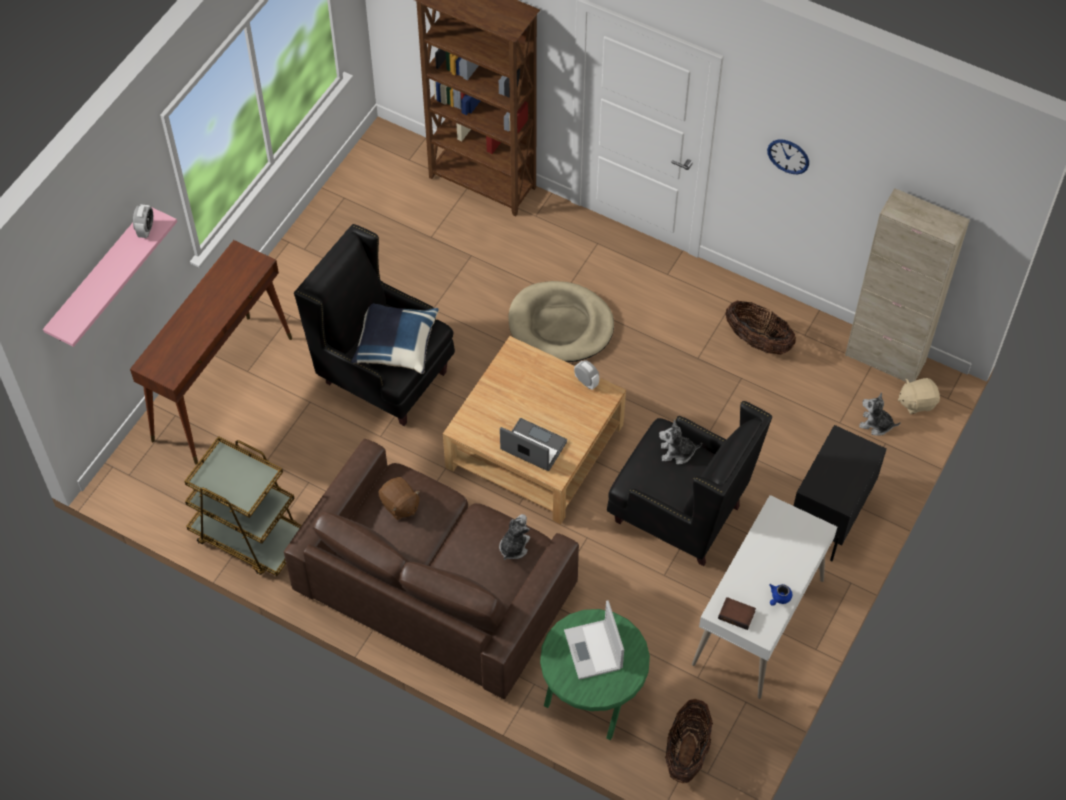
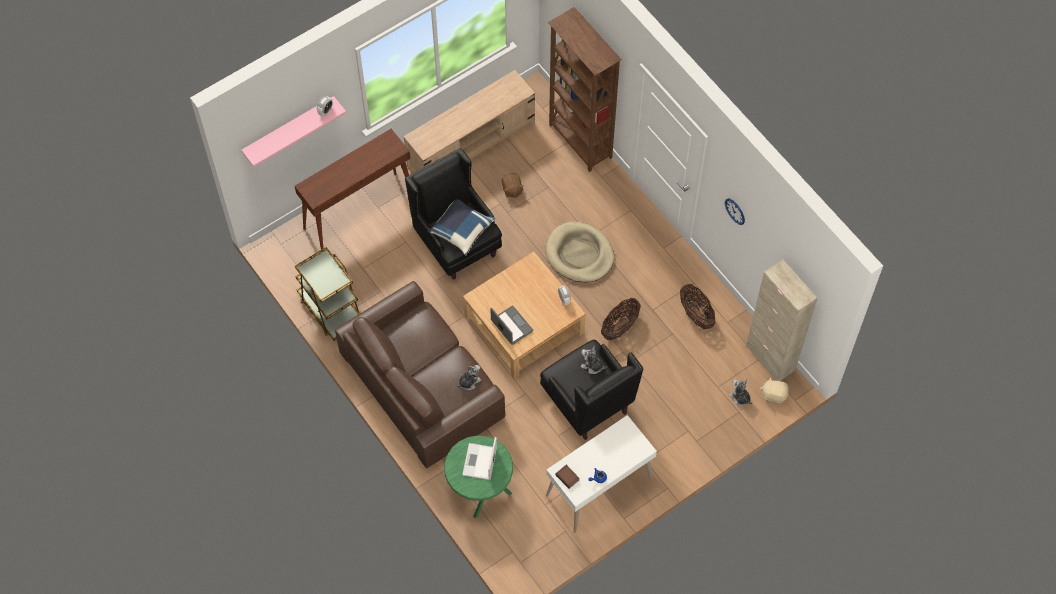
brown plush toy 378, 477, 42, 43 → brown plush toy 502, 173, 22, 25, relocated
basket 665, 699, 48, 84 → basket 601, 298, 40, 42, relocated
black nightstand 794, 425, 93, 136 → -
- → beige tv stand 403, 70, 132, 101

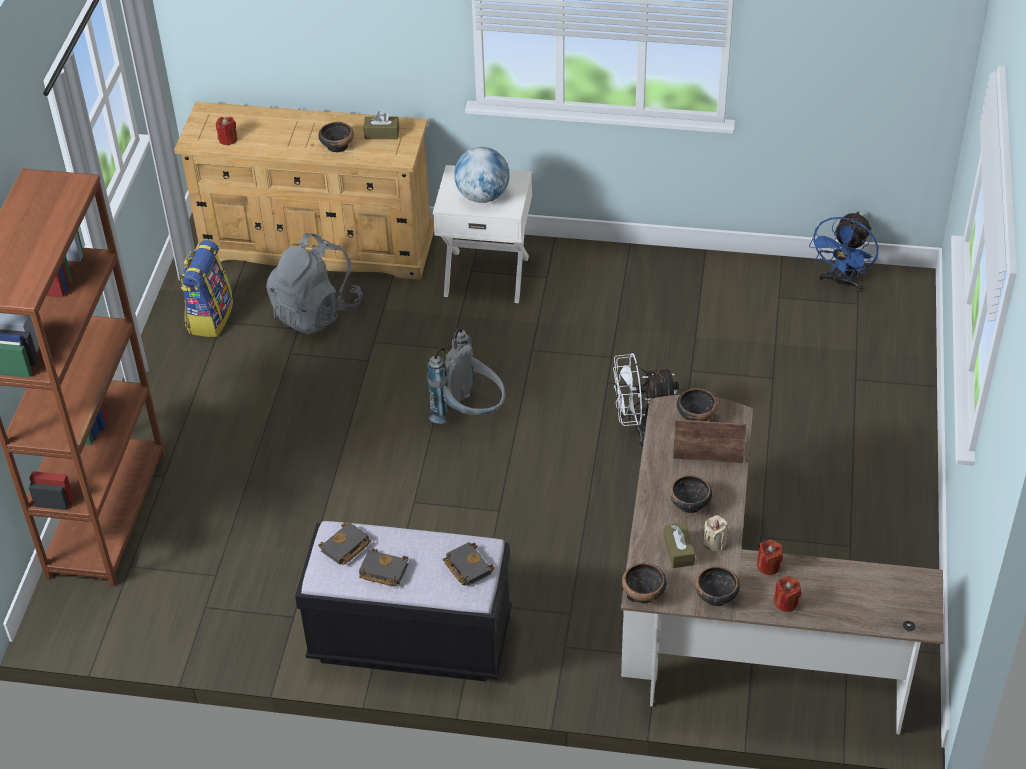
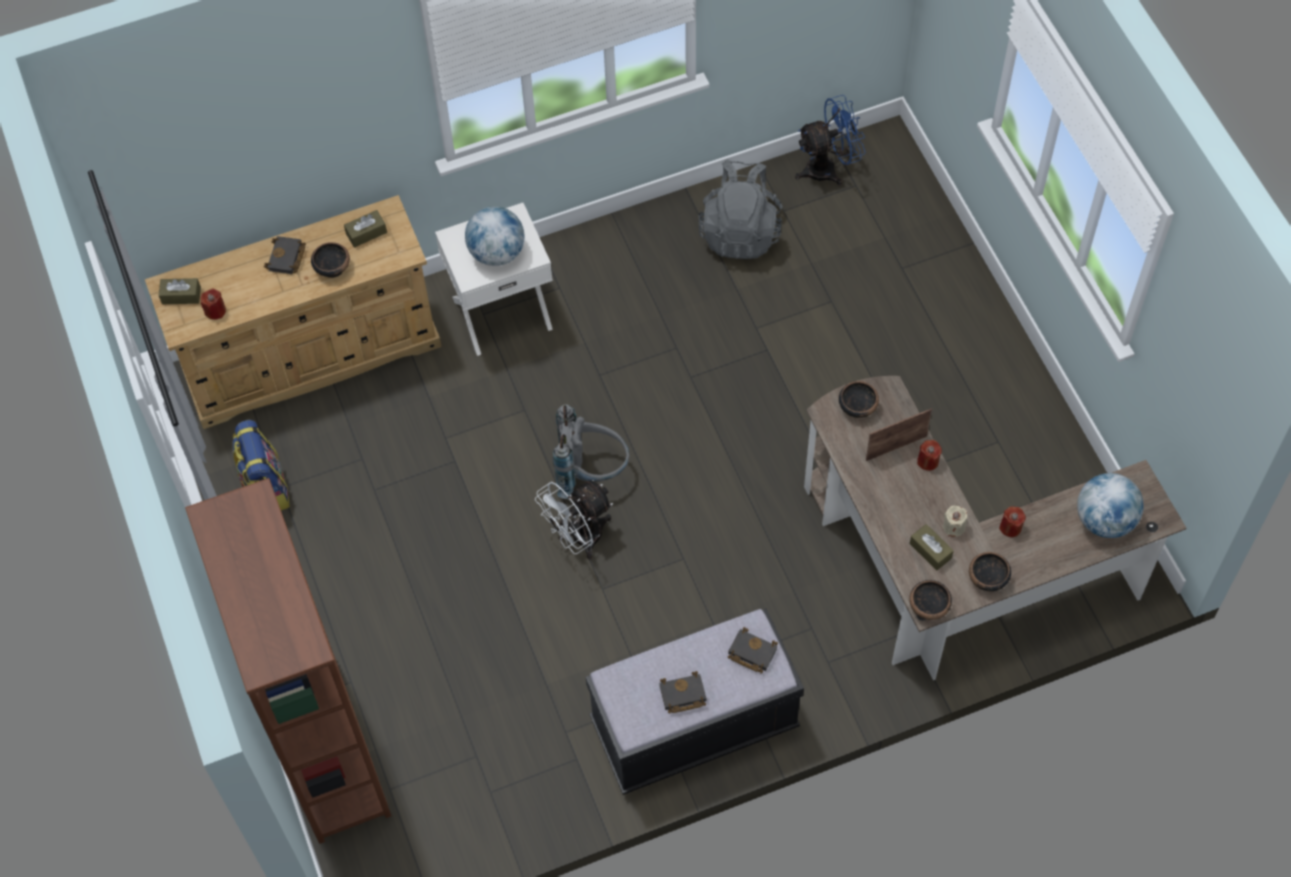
grey backpack 266, 233, 96, 102 → grey backpack 699, 159, 84, 100, relocated
black book 318, 522, 53, 43 → black book 264, 236, 42, 38, relocated
white fan 613, 353, 66, 96 → white fan 535, 480, 78, 79, relocated
bowl 669, 475, 43, 38 → -
red candle 774, 576, 28, 36 → red candle 917, 440, 25, 31, relocated
blue fan 809, 211, 69, 81 → blue fan 795, 95, 71, 90, 105 degrees counterclockwise
- → brown tissue box 159, 278, 42, 26
- → globe 1077, 473, 67, 65

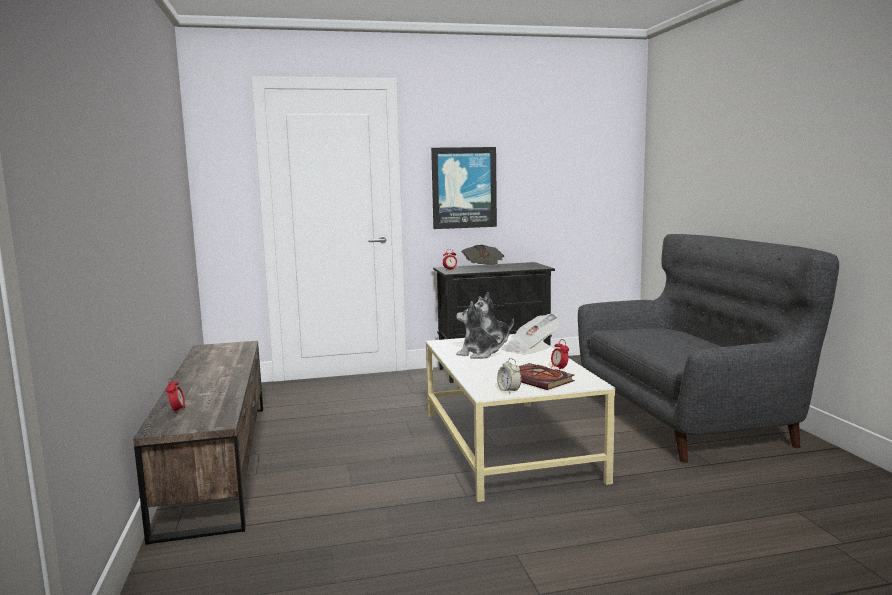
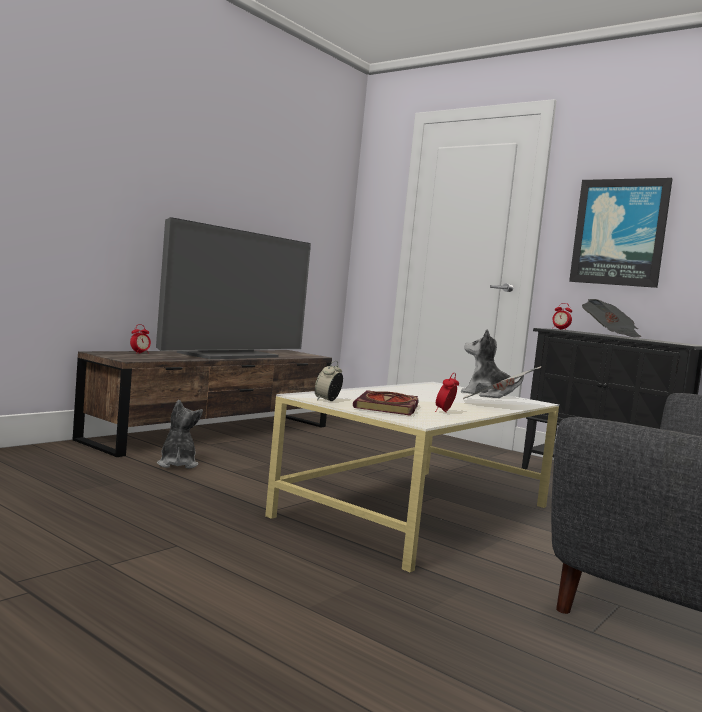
plush toy 456, 301, 49, 58 → plush toy 157, 400, 46, 69, relocated
- → television 156, 217, 155, 142

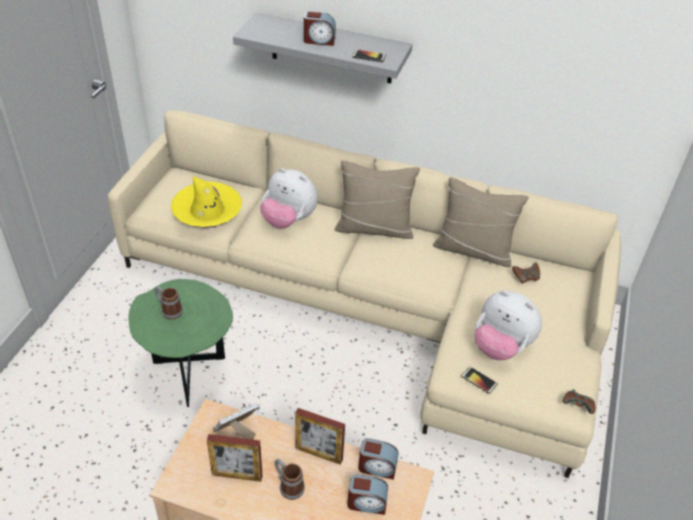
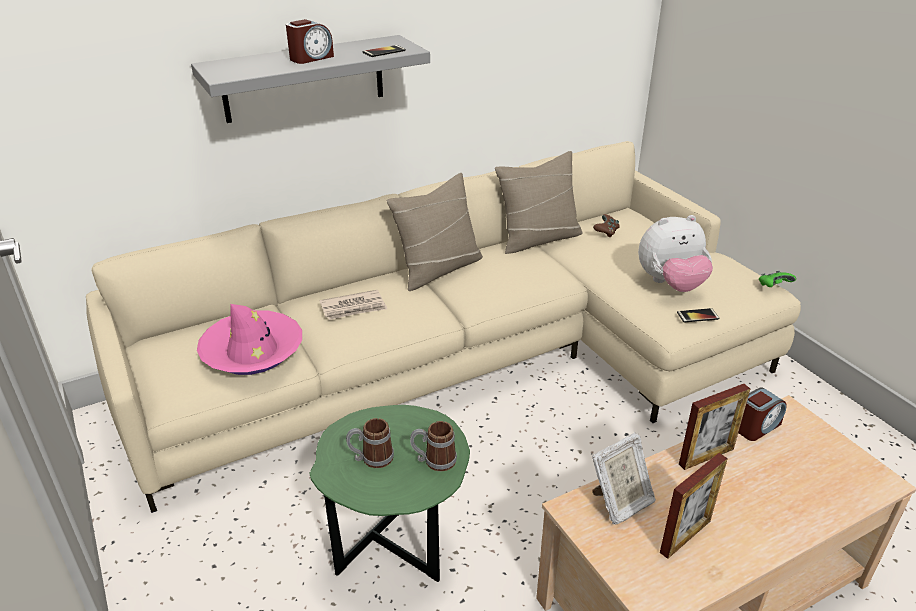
yellow hat 171, 176, 71, 52 → pink hat 197, 304, 105, 71
picture frame 213, 403, 47, 37 → picture frame 592, 433, 64, 91, 135 degrees counterclockwise
plush toy 260, 168, 58, 61 → newspaper 319, 290, 68, 30
mug 274, 459, 31, 41 → mug 410, 421, 47, 50, relocated
alarm clock 347, 474, 41, 41 → -
brown game controller 563, 389, 33, 25 → green game controller 759, 271, 37, 16

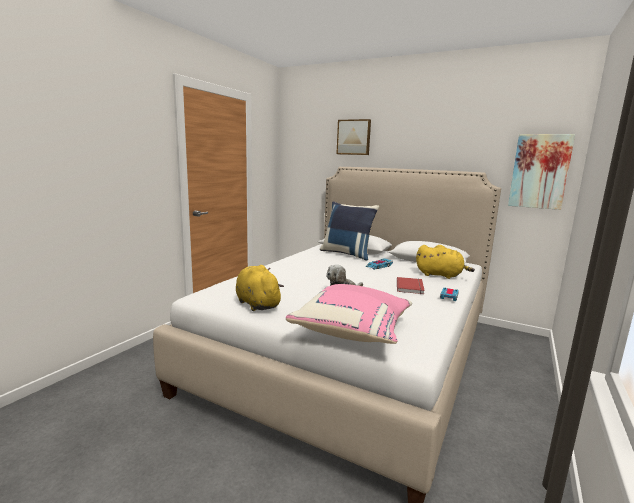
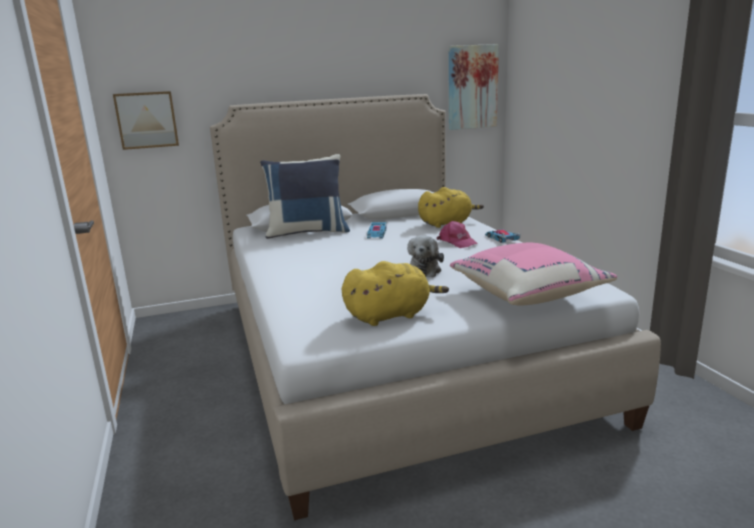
yellow plush toy 236, 265, 48, 46 → yellow plush toy 342, 261, 107, 65, 150 degrees clockwise
picture 337, 119, 34, 36 → picture 113, 91, 66, 59, relocated
red book 397, 277, 28, 17 → pink cap 437, 221, 41, 27

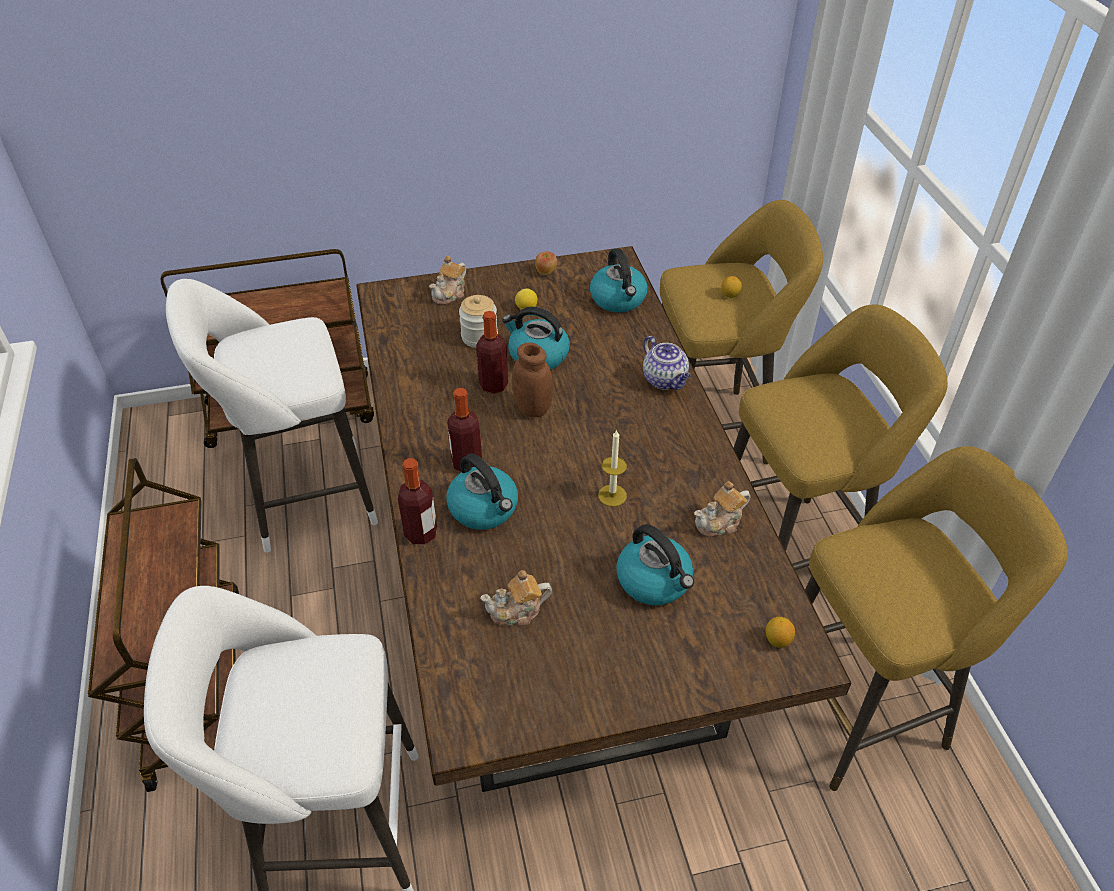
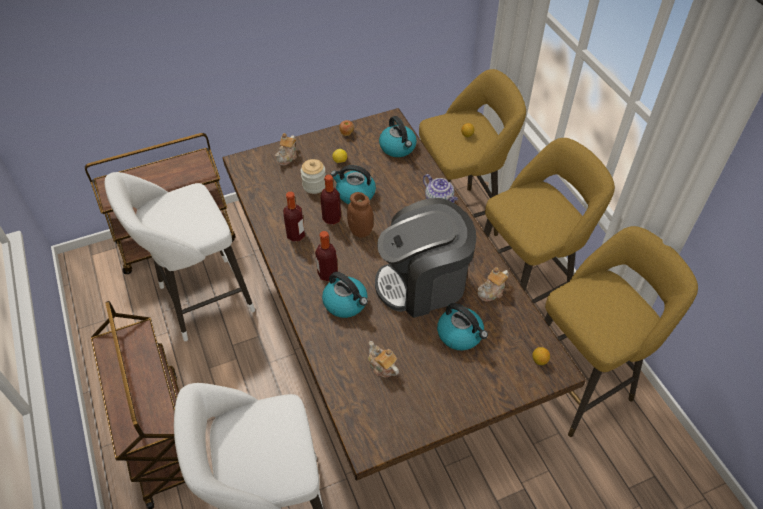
bottle 398, 458, 39, 87 → bottle 283, 192, 22, 50, relocated
teapot 480, 570, 72, 55 → teapot 368, 341, 31, 37, 75 degrees clockwise
candle 598, 429, 29, 78 → coffee machine 375, 198, 101, 120

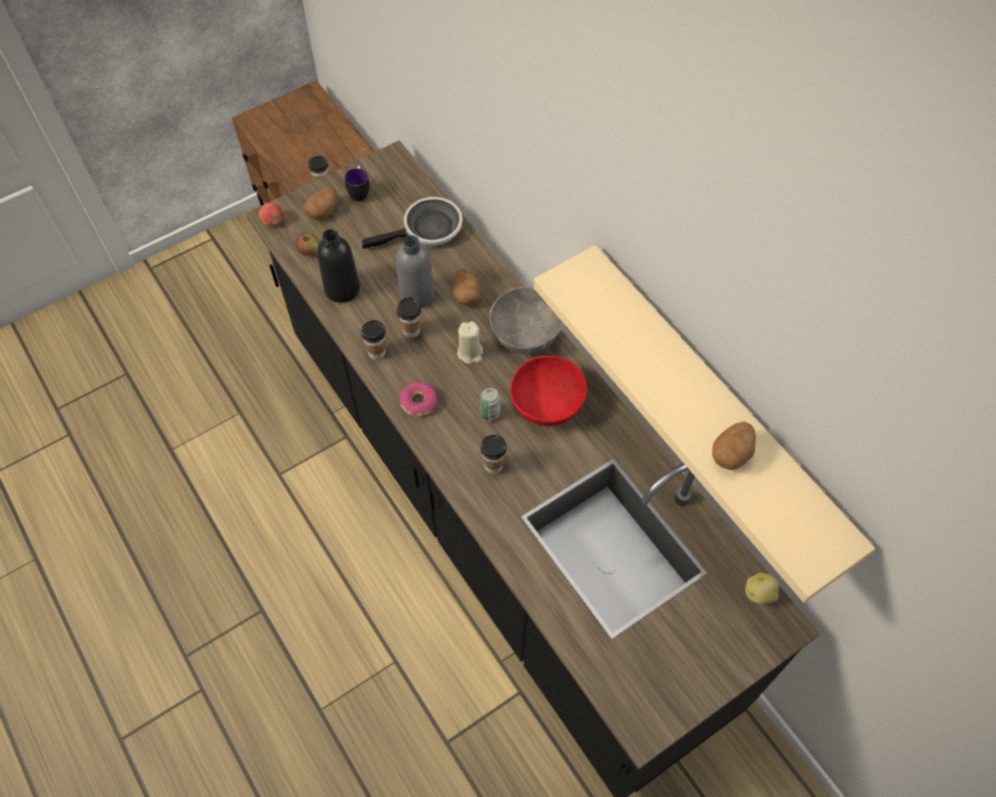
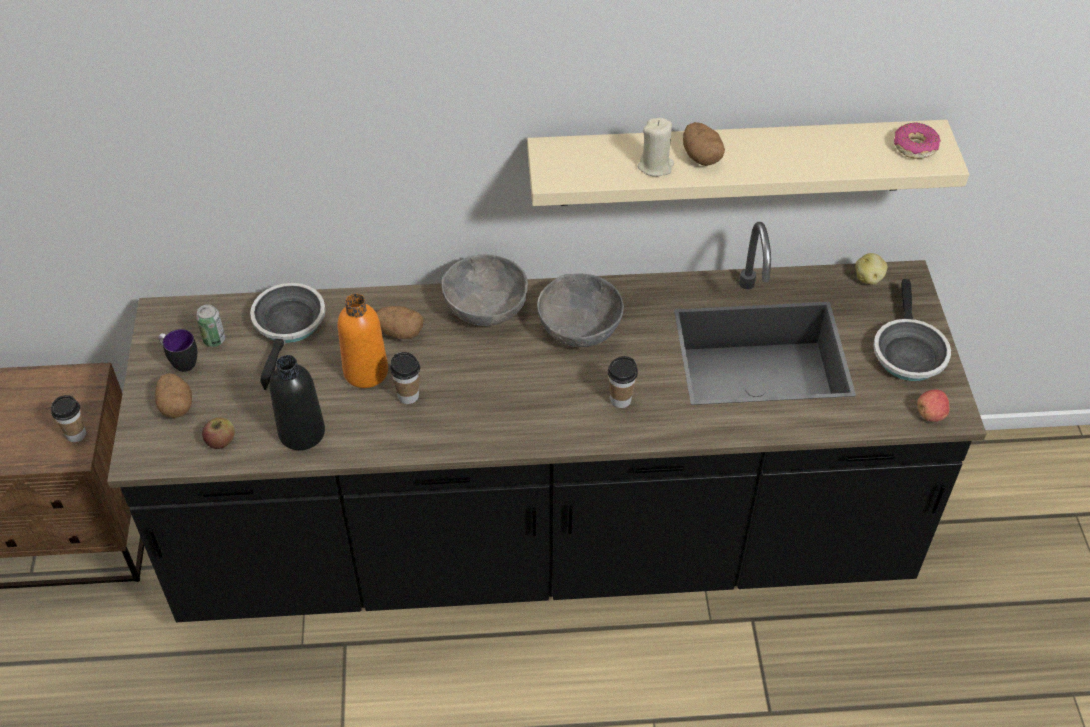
apple 259, 203, 25, 23 → apple 917, 390, 33, 32, relocated
cup 361, 320, 25, 40 → -
grey bottle 396, 235, 39, 73 → orange bottle 338, 294, 50, 94
donut 400, 382, 37, 34 → donut 894, 122, 47, 37, relocated
beige candle 457, 321, 26, 43 → beige candle 637, 118, 37, 59, relocated
can 480, 387, 20, 34 → can 196, 304, 29, 43, relocated
red bowl 510, 356, 77, 70 → grey bowl 537, 274, 87, 73
potato 712, 422, 44, 48 → potato 683, 122, 42, 44, relocated
- → frying pan 873, 279, 78, 102

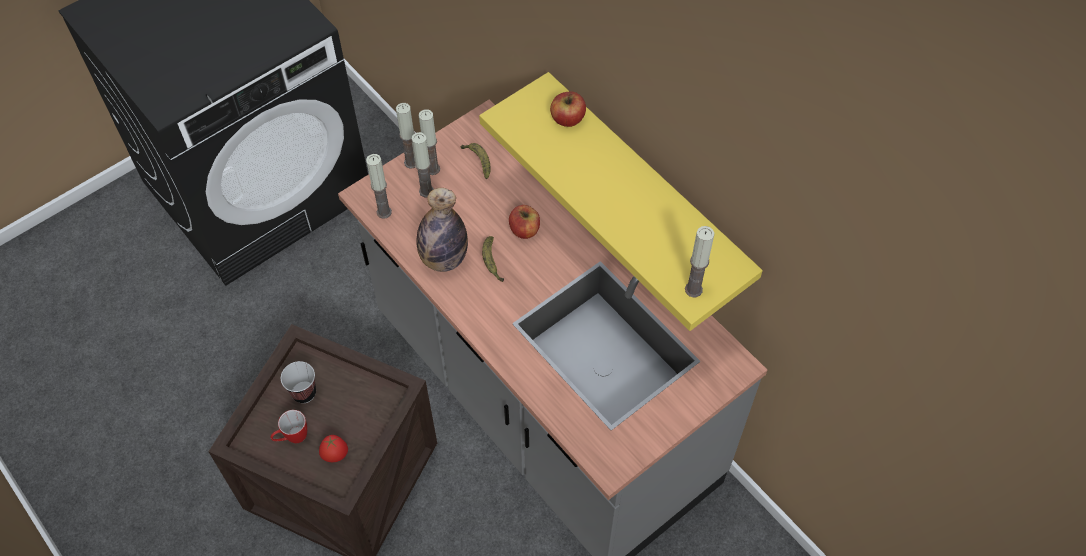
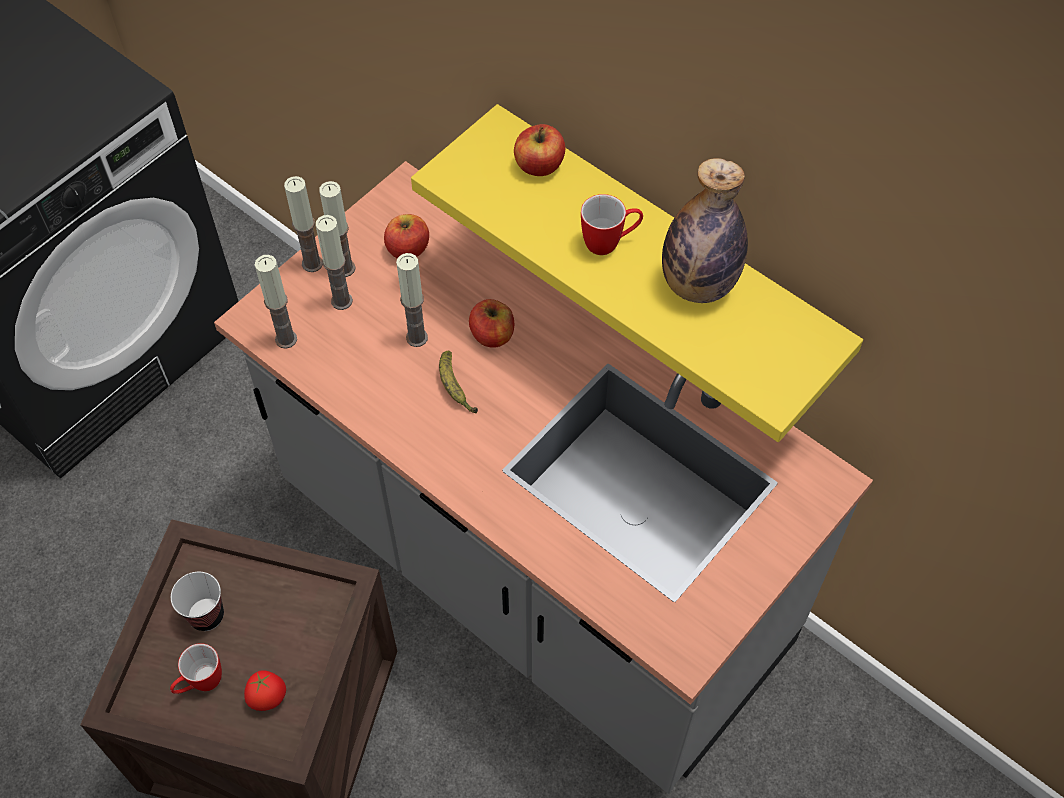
bottle 417, 188, 51, 84 → bottle 662, 158, 86, 145, relocated
banana 461, 143, 29, 36 → apple 384, 214, 45, 44
candle 685, 226, 29, 71 → candle 396, 253, 32, 94, relocated
- → mug 581, 194, 62, 61

